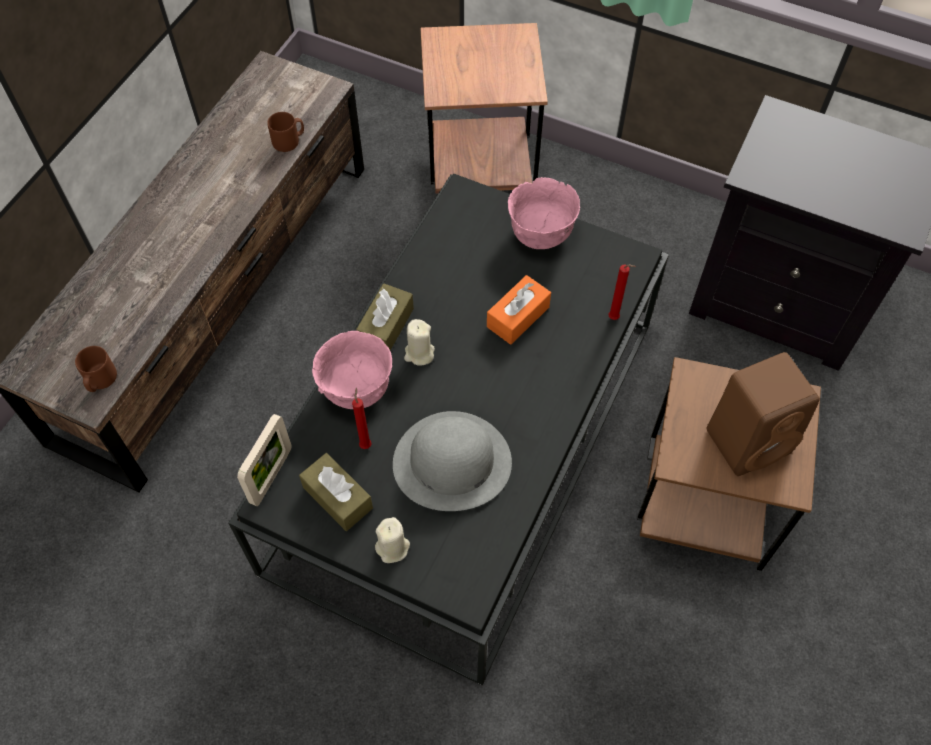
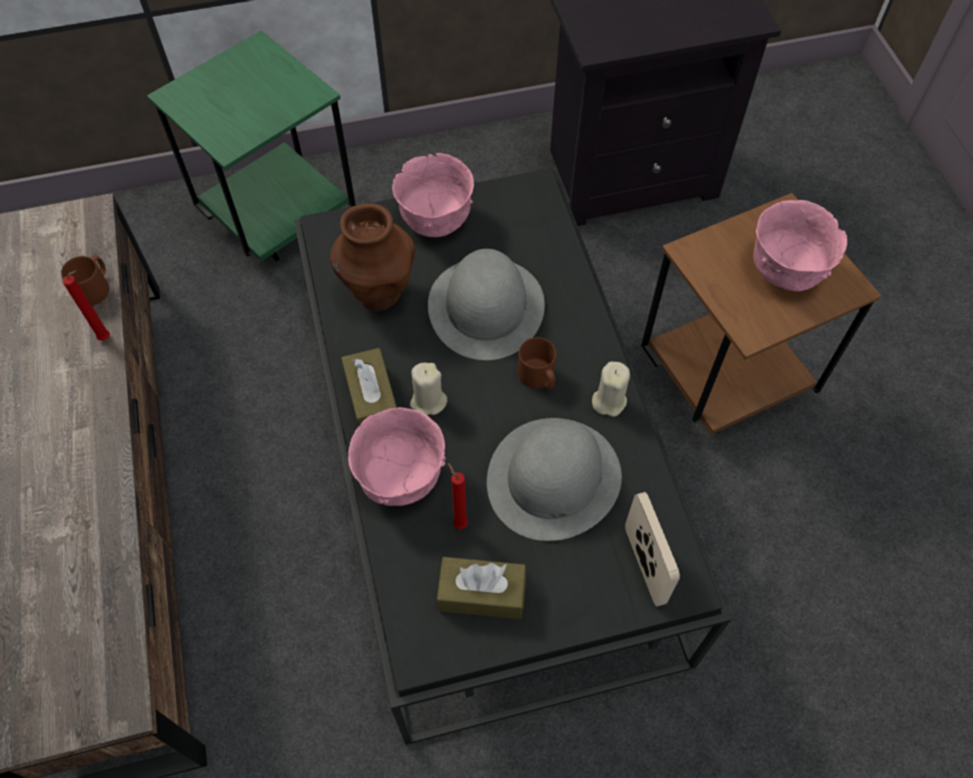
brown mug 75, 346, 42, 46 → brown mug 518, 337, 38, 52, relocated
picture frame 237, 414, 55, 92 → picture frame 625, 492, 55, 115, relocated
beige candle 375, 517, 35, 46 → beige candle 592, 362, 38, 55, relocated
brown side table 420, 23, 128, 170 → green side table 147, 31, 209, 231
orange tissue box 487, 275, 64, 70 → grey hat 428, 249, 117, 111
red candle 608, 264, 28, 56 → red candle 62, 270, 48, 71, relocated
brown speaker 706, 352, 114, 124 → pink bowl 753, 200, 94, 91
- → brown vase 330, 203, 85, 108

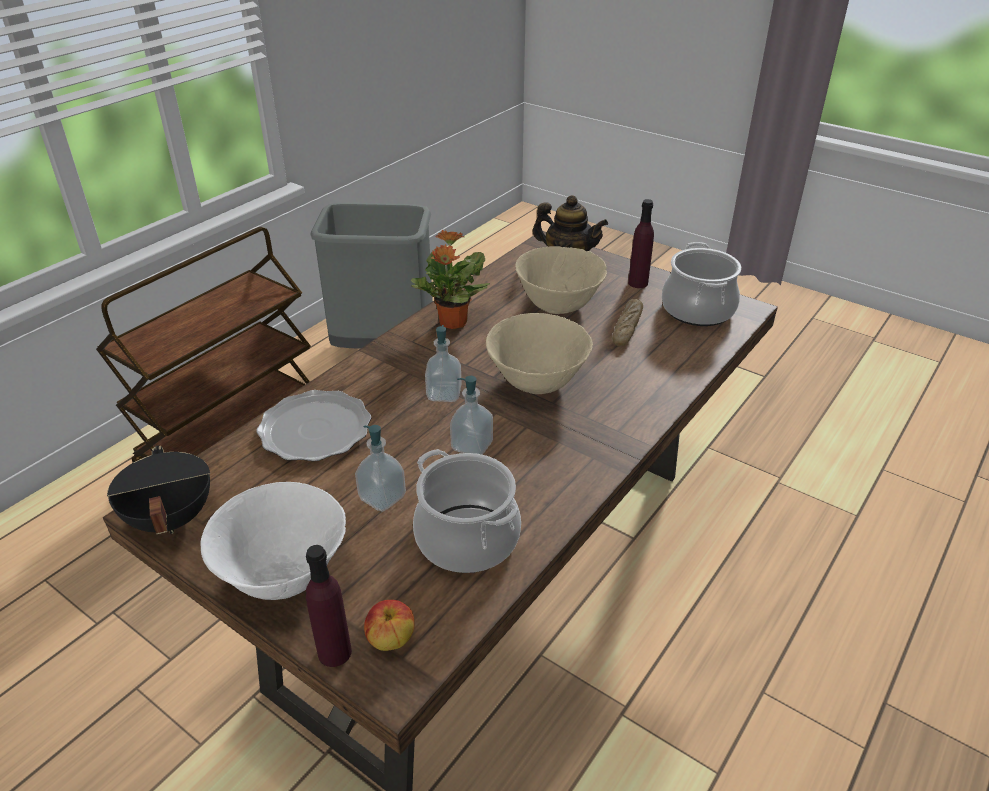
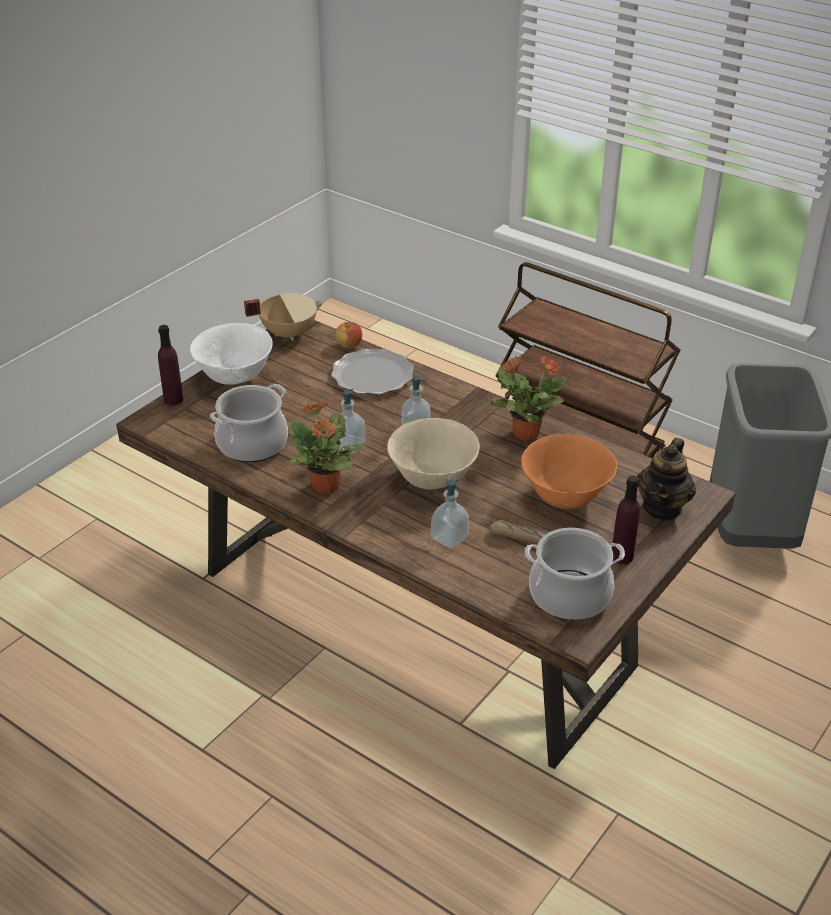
black cooking pot 107, 446, 103, 88 → beige cooking pot 244, 293, 80, 48
soap dispenser 355, 425, 51, 87 → soap dispenser 431, 479, 38, 69, relocated
apple 364, 600, 51, 51 → apple 336, 322, 26, 26, relocated
beige bowl 515, 246, 92, 68 → orange bowl 521, 434, 96, 75
- → potted plant 289, 402, 77, 91

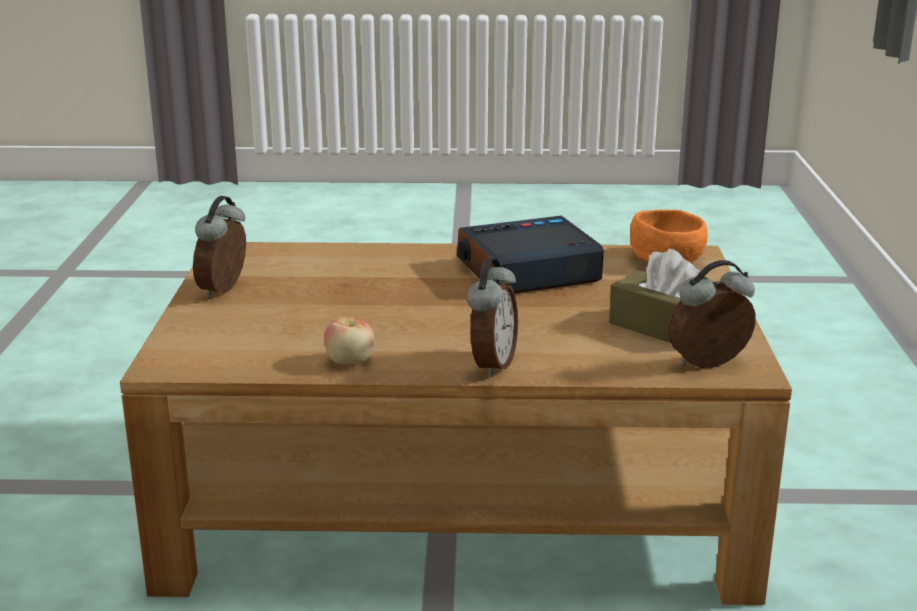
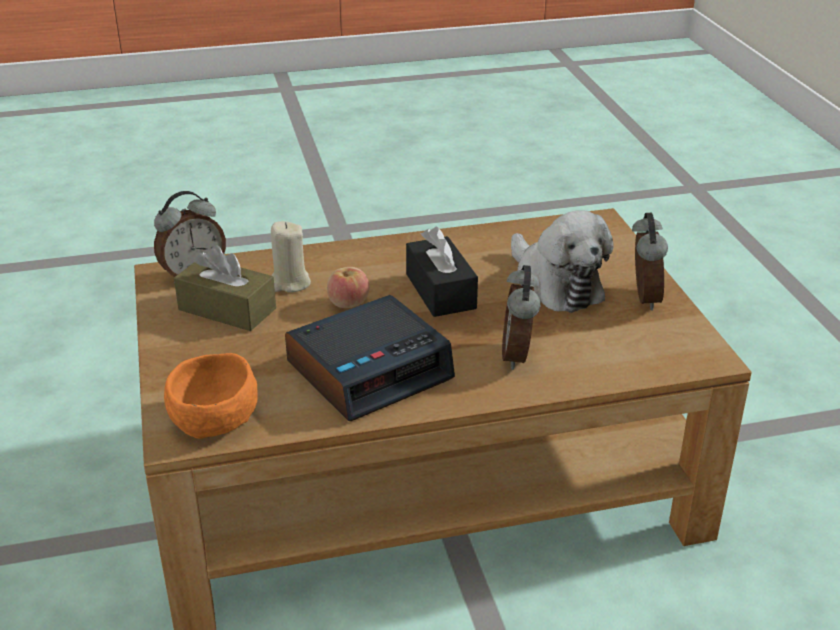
apple 324, 317, 51, 47 → apple 327, 267, 42, 41, relocated
alarm clock 467, 257, 51, 120 → alarm clock 502, 265, 39, 105, relocated
- → beige candle 271, 221, 40, 71
- → black tissue box 406, 227, 72, 90
- → plush toy 511, 210, 103, 103

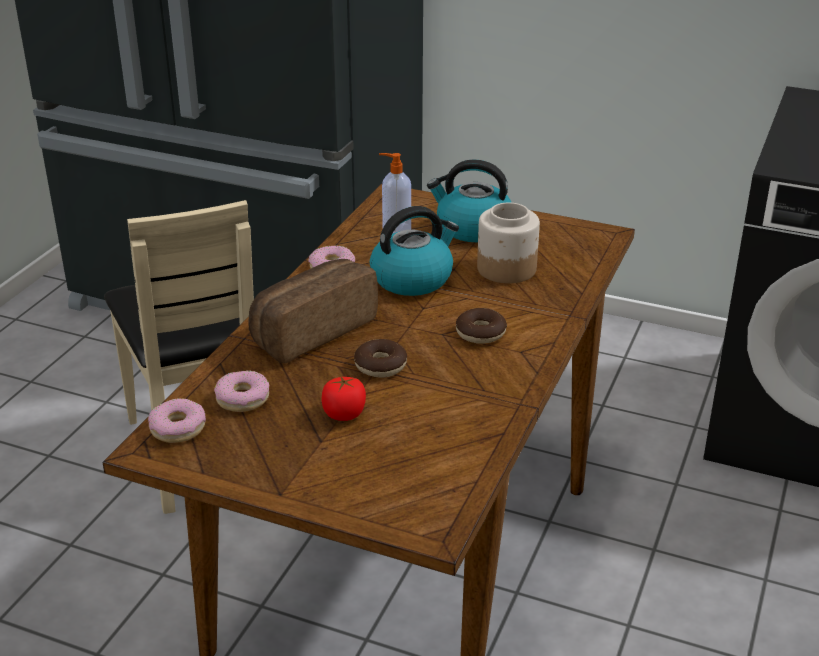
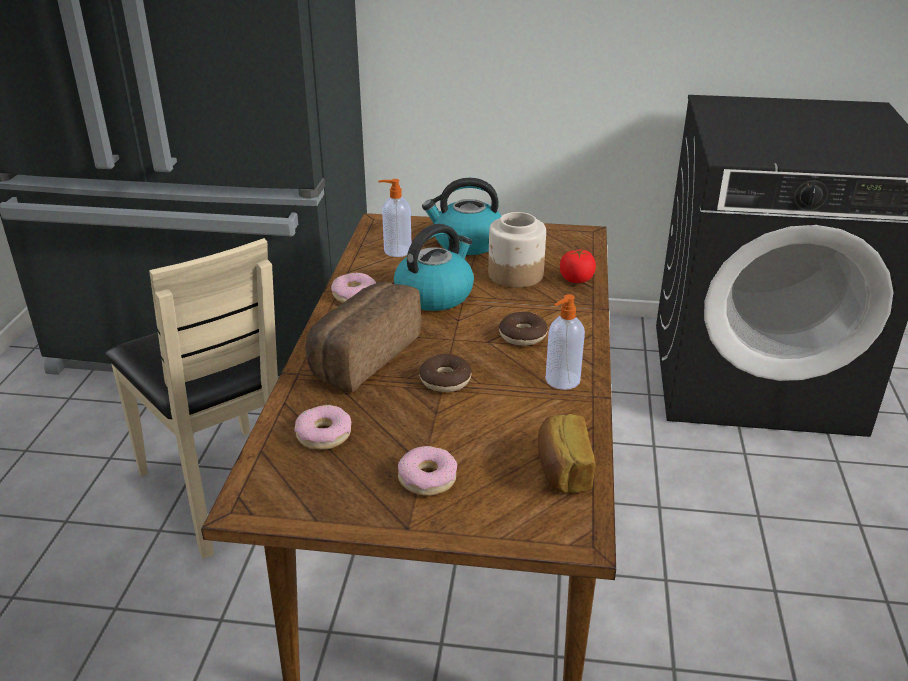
donut 148, 398, 58, 45 → donut 398, 446, 59, 50, relocated
tomato 322, 376, 44, 45 → tomato 560, 249, 36, 34, relocated
- → bread 538, 414, 57, 79
- → soap dispenser 545, 294, 40, 96

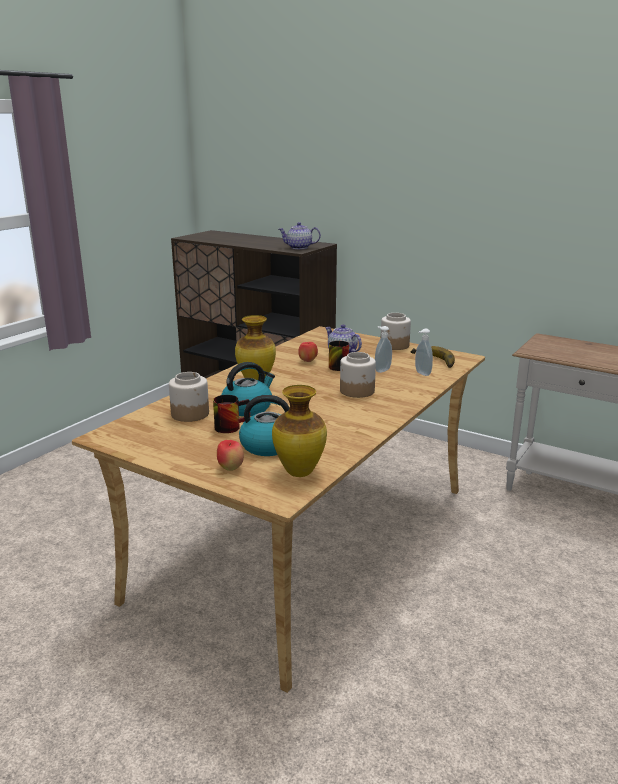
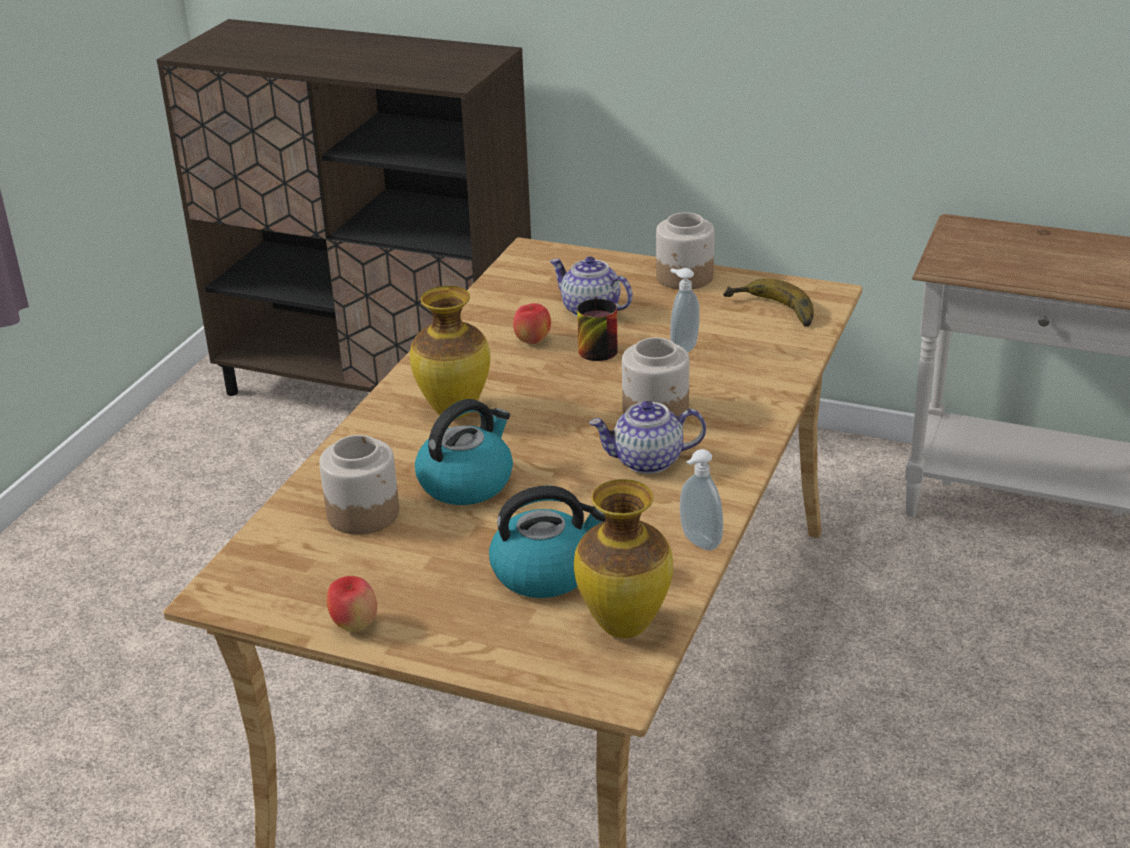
mug 213, 395, 36, 38 → -
apple 217, 440, 27, 31 → apple 327, 576, 50, 56, relocated
teapot 278, 222, 43, 27 → teapot 589, 401, 117, 73, relocated
soap dispenser 415, 328, 18, 48 → soap dispenser 680, 449, 43, 102, relocated

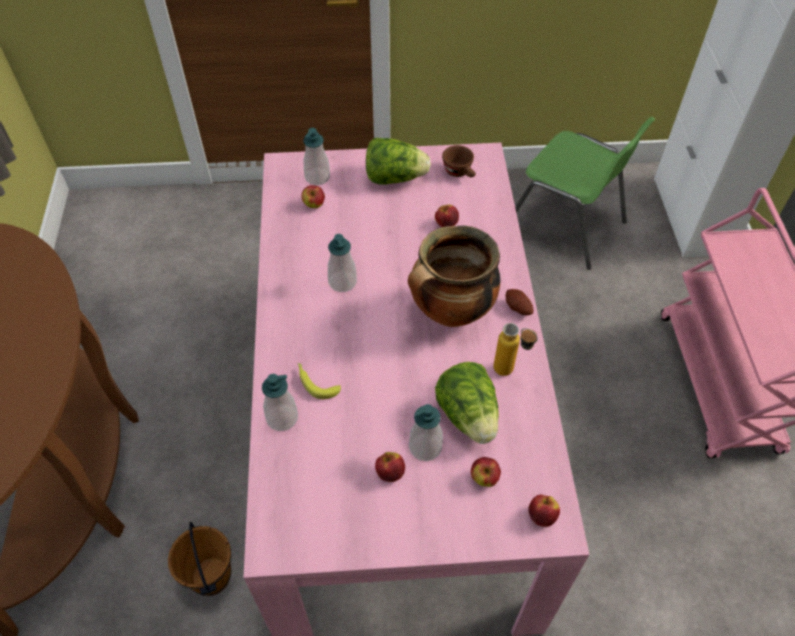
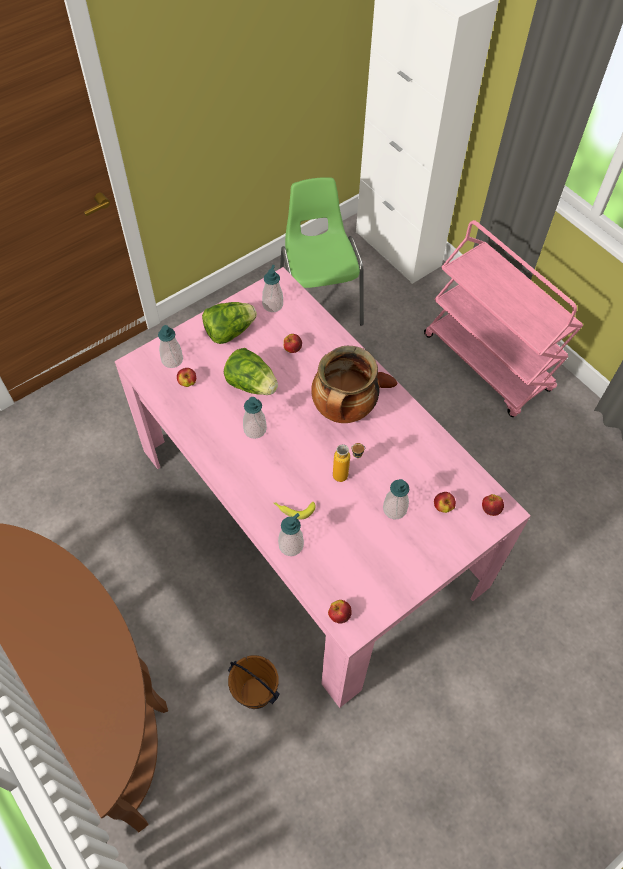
apple 375, 452, 30, 30 → apple 328, 600, 24, 24, relocated
lettuce 435, 362, 64, 82 → lettuce 224, 348, 54, 47, relocated
brown cup 442, 145, 34, 32 → soap dispenser 262, 265, 21, 47
bottle 493, 323, 45, 53 → bottle 333, 443, 32, 39, relocated
green chair 515, 117, 140, 153 → green chair 280, 177, 84, 149, 105 degrees counterclockwise

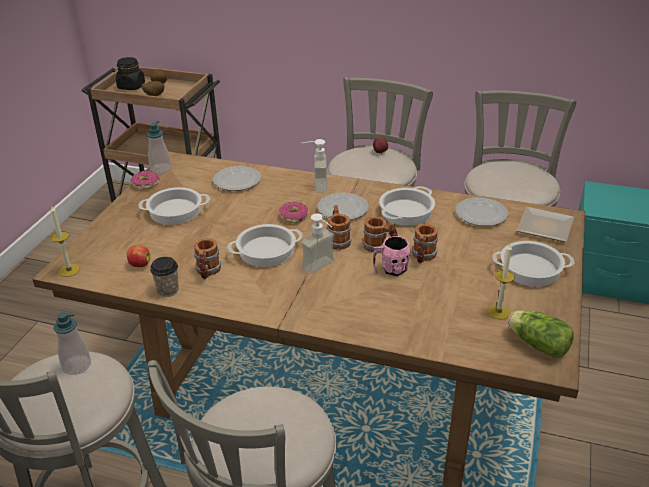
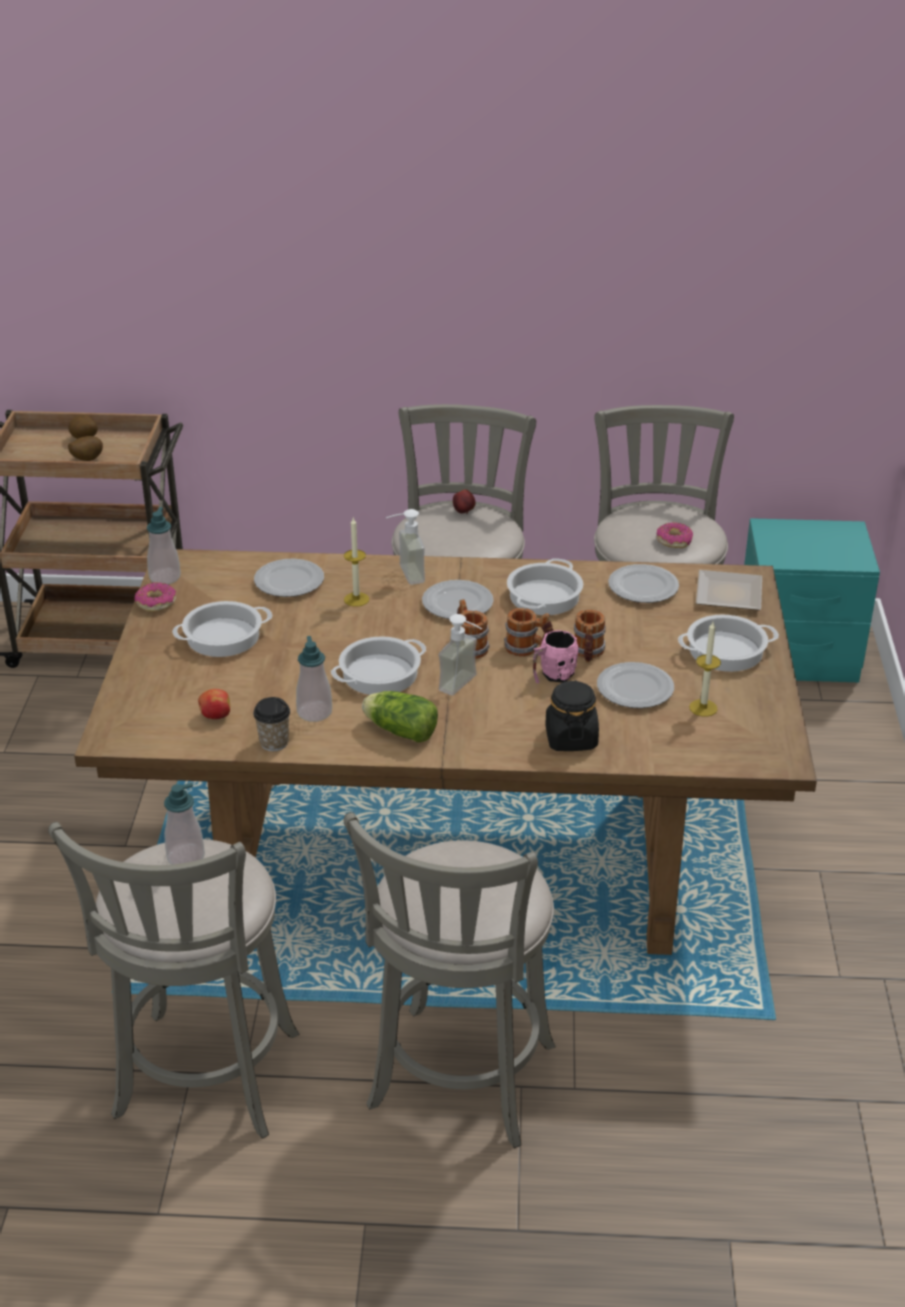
candle 50, 205, 30, 72 → candle 344, 518, 25, 89, relocated
black jar 116, 57, 29, 33 → black jar 545, 680, 54, 71, relocated
mug 194, 238, 27, 42 → soap dispenser 296, 636, 36, 86
donut 279, 202, 29, 21 → donut 657, 522, 36, 26, relocated
lettuce 508, 310, 66, 48 → lettuce 362, 691, 76, 52, relocated
- → plate 597, 662, 77, 46

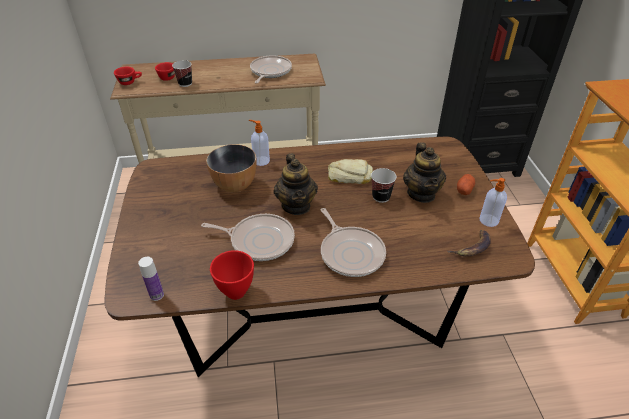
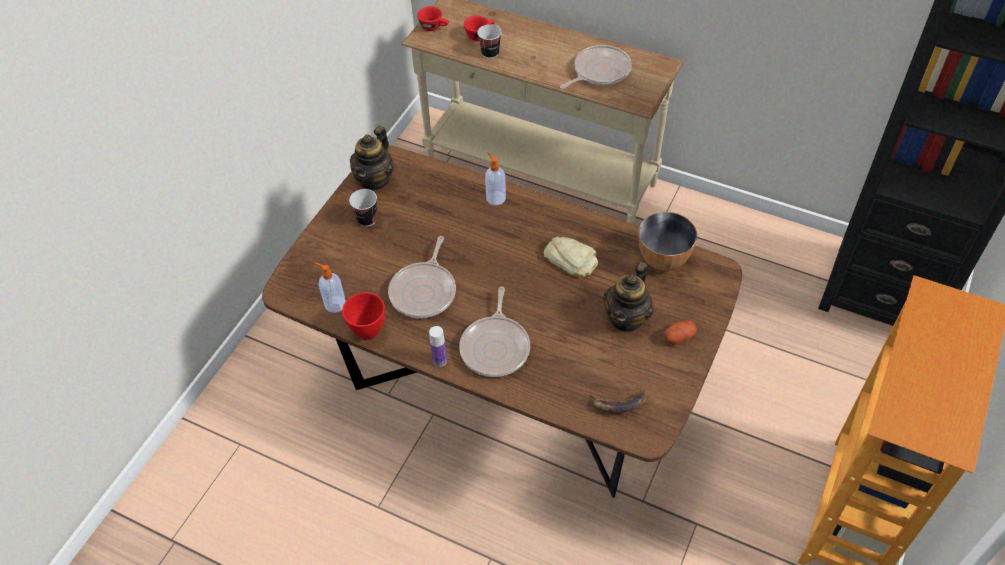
bottle 138, 257, 26, 44 → bottle 429, 326, 18, 41, relocated
frying pan 201, 214, 94, 47 → frying pan 388, 236, 68, 82, 60 degrees clockwise
bowl 206, 144, 51, 48 → bowl 638, 212, 59, 59, relocated
teapot 273, 153, 45, 62 → teapot 350, 126, 44, 65, relocated
cup 371, 168, 25, 35 → cup 349, 189, 28, 38, relocated
soap dispenser 479, 178, 28, 49 → soap dispenser 314, 263, 32, 50, relocated

